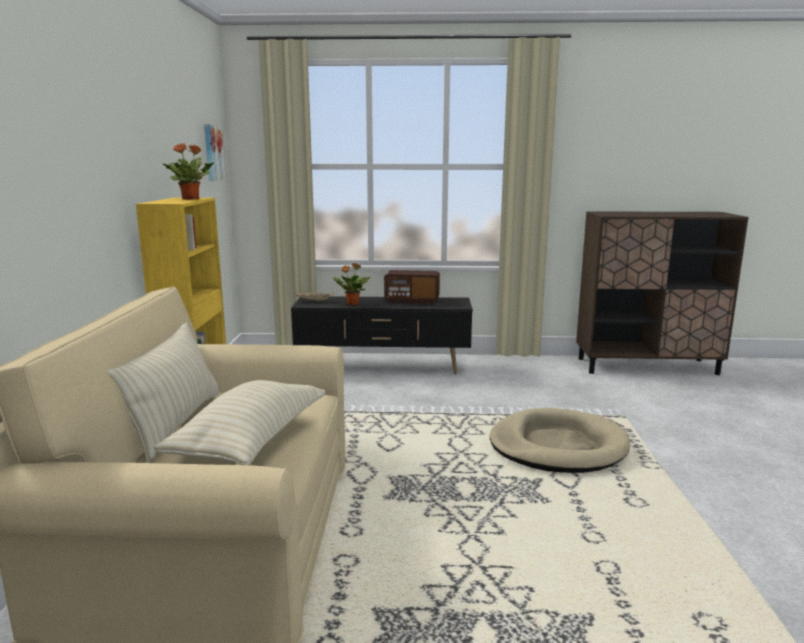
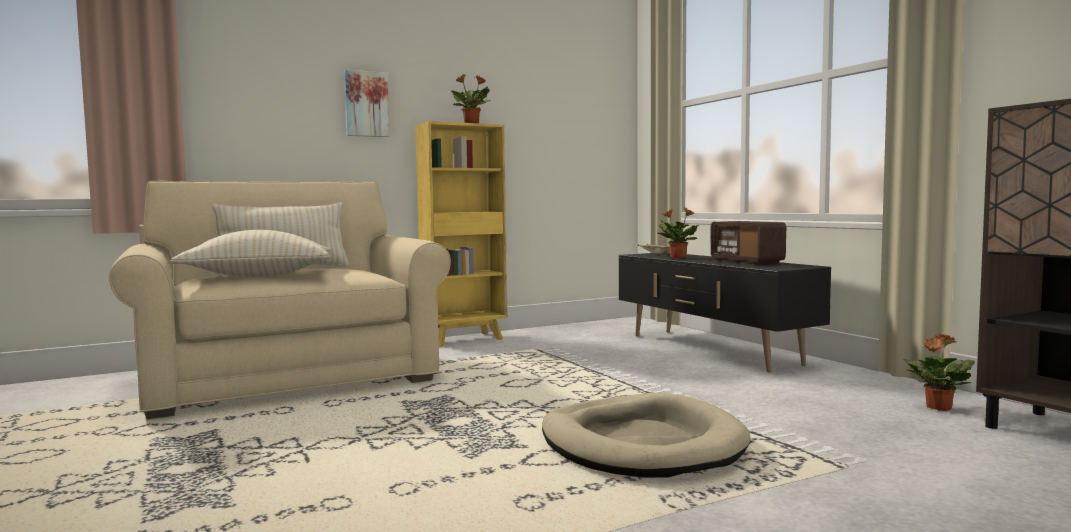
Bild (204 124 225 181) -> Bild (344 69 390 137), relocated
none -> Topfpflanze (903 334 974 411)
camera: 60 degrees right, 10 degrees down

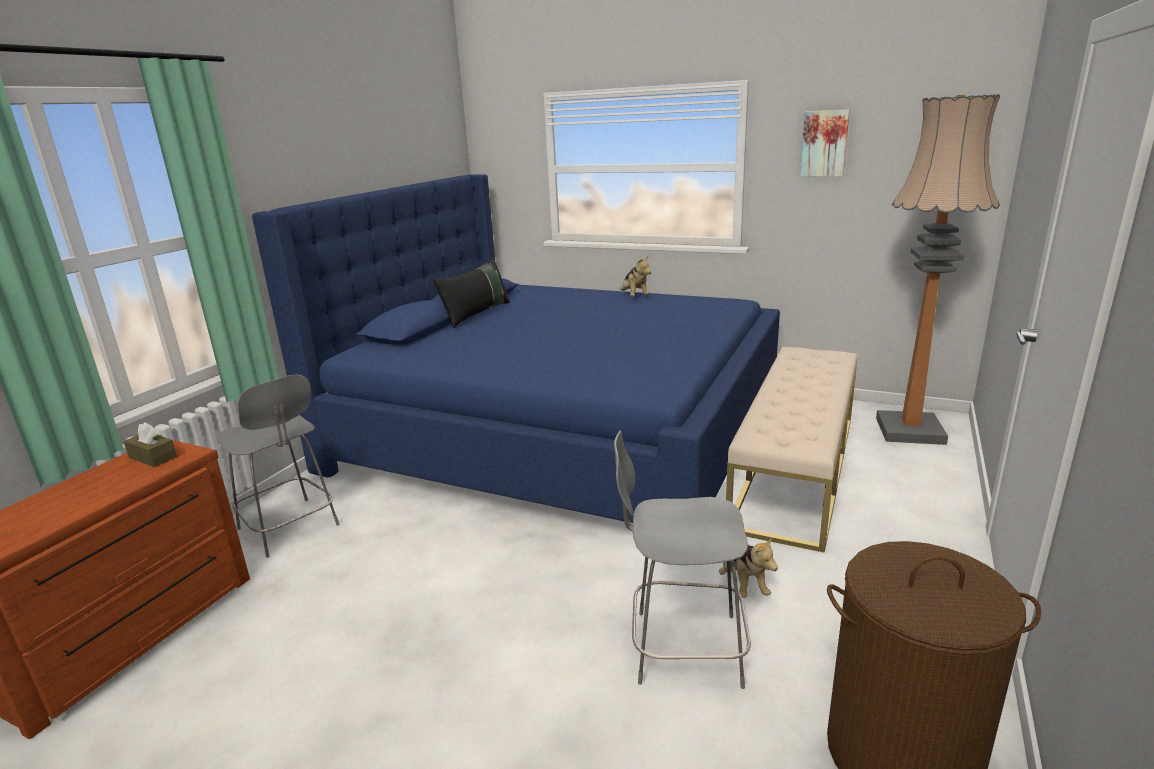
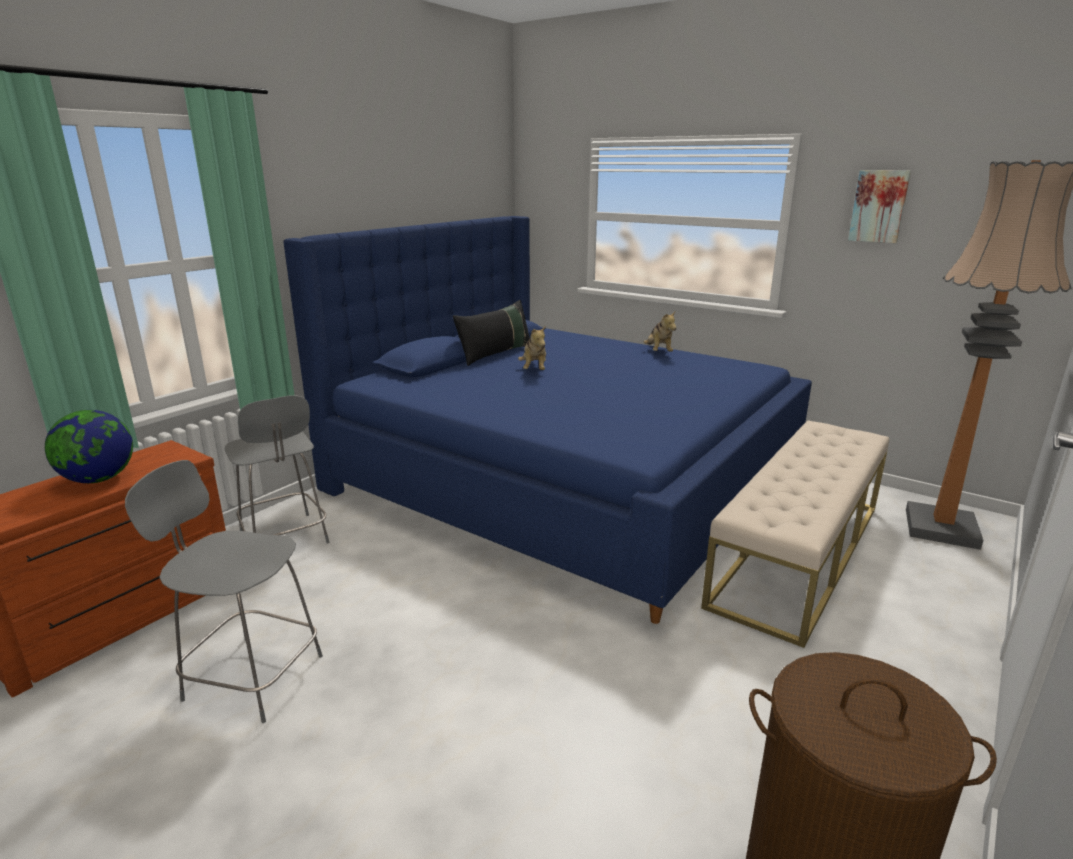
Taschentuchbox (braun) (124 422 177 467) -> none
Stuhl (grau) (614 430 751 689) -> Stuhl (grau) (125 460 323 723), relocated
Plüschtier (719 537 778 598) -> Plüschtier (518 325 546 370), relocated
none -> Globus (45 410 133 483)
camera: 10 degrees right, 0 degrees up

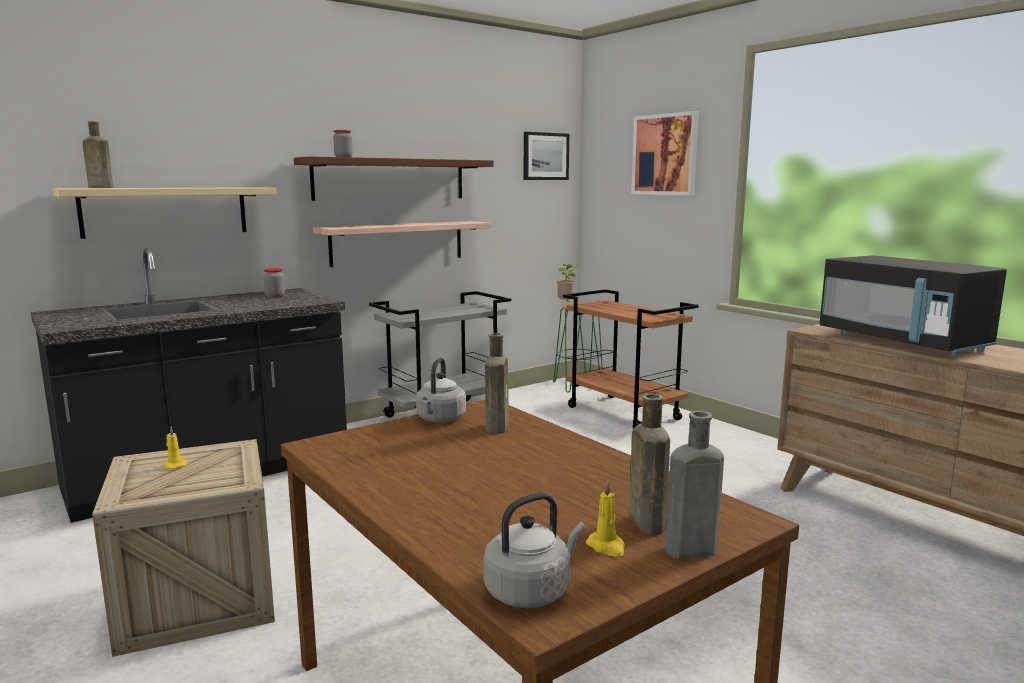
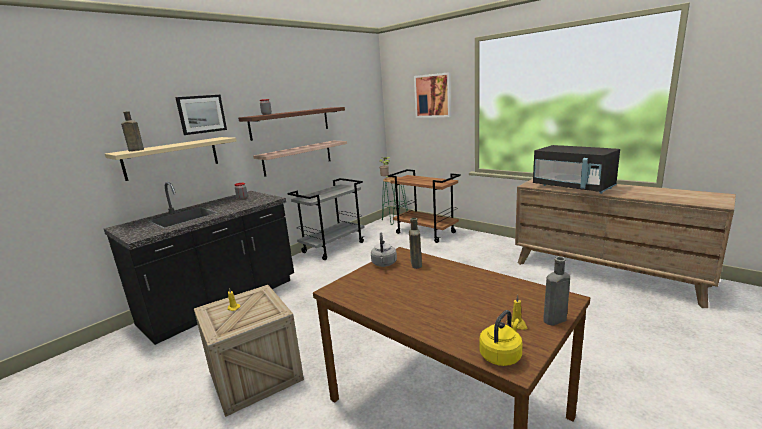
Bild (524 132 569 180) -> Bild (175 95 227 135), relocated
Flasche (braun) (630 394 670 535) -> none
Wasserkessel (grau) (483 492 585 608) -> Wasserkessel (gelb) (479 310 523 366)
camera: 10 degrees left, 5 degrees up

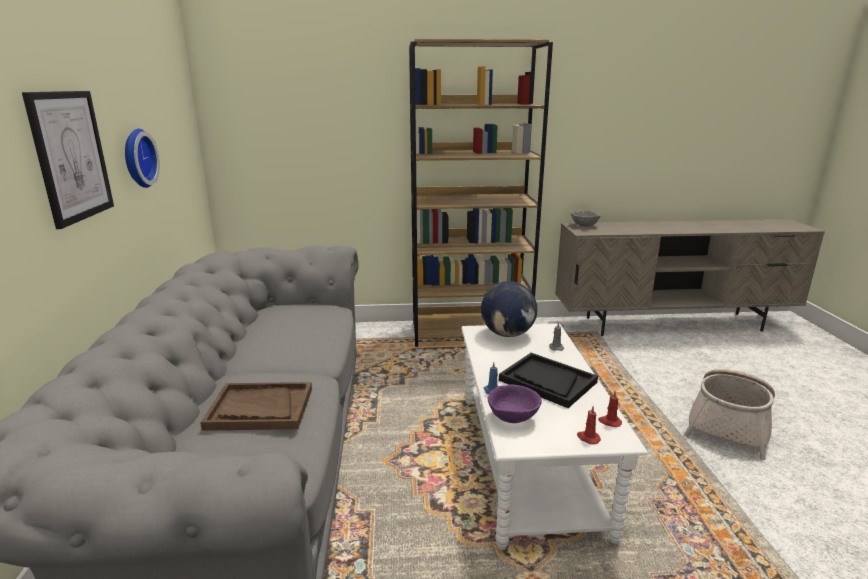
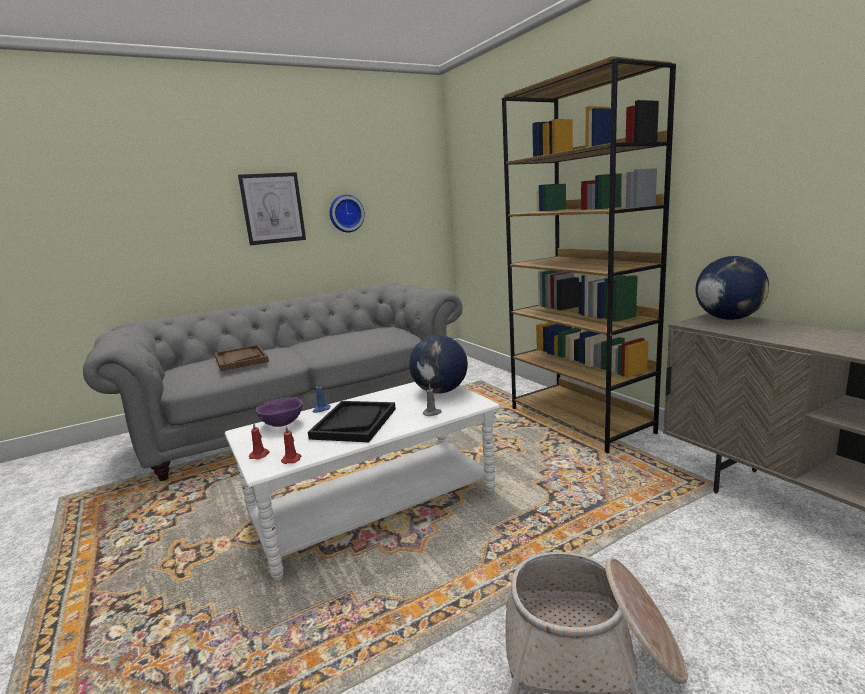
Schüssel (grau) (571 210 601 227) -> Globus (696 256 769 320)
camera: 65 degrees right, 5 degrees down

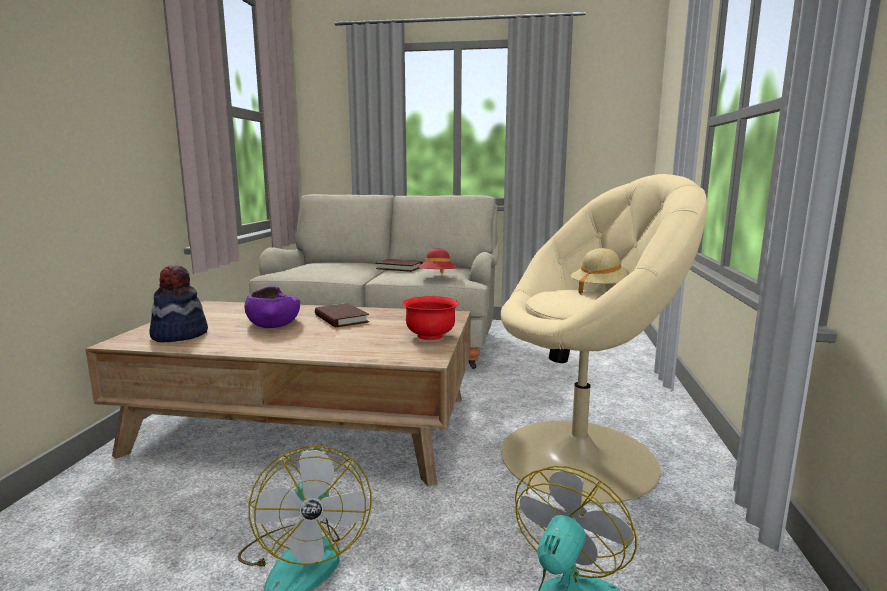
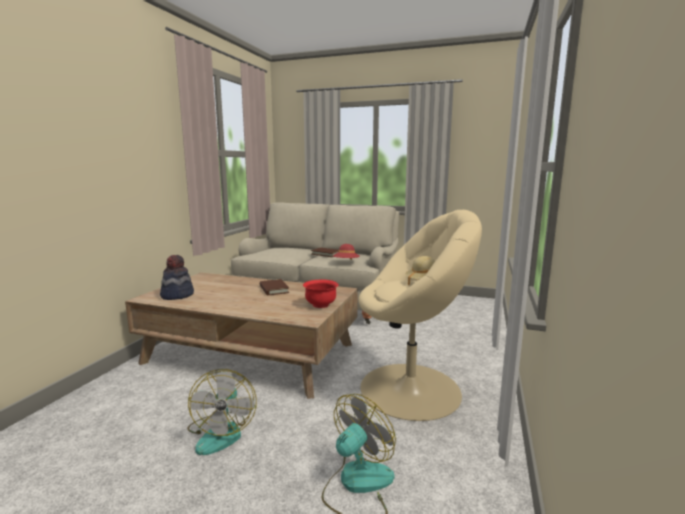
Schüssel (lila) (245 286 300 328) -> none
camera: 10 degrees right, 0 degrees up

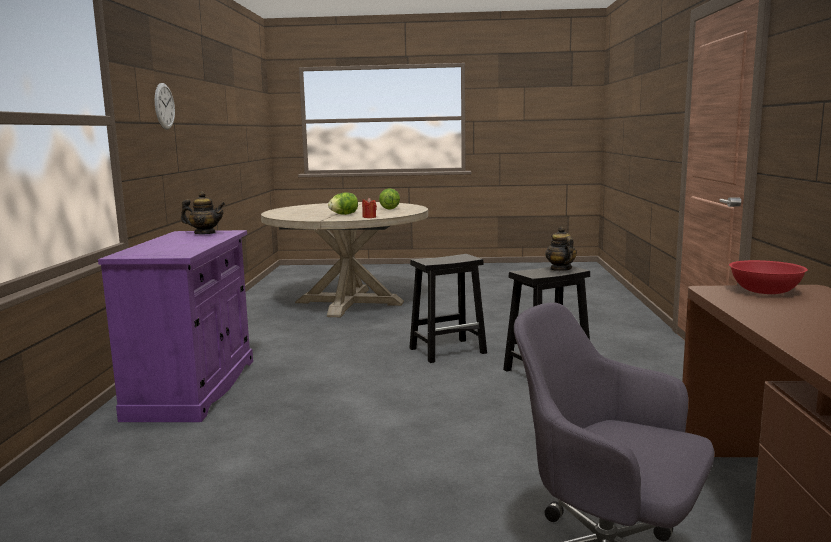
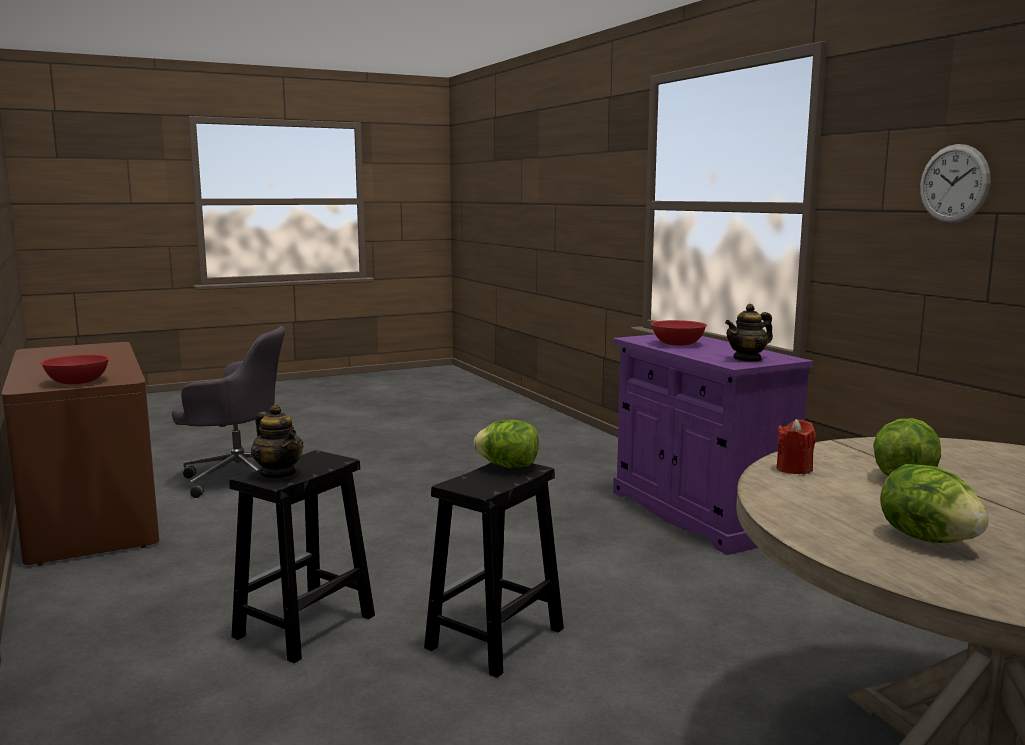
none -> Schüssel (rot) (651 320 707 346)
none -> Salatkopf (474 420 539 468)
camera: 150 degrees right, 0 degrees up

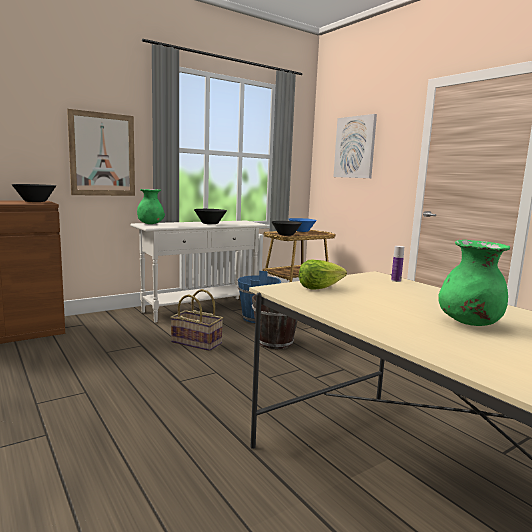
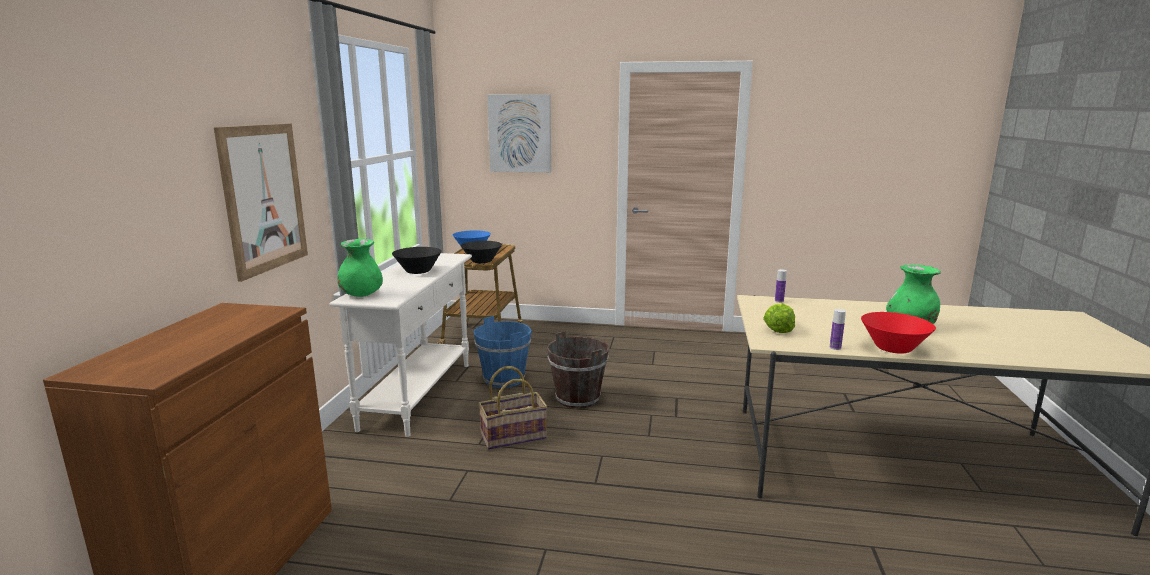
Schüssel (schwarz) (11 184 56 202) -> none
none -> Flasche (830 309 846 350)
none -> Schüssel (rot) (861 312 936 354)
camera: 45 degrees left, 5 degrees up

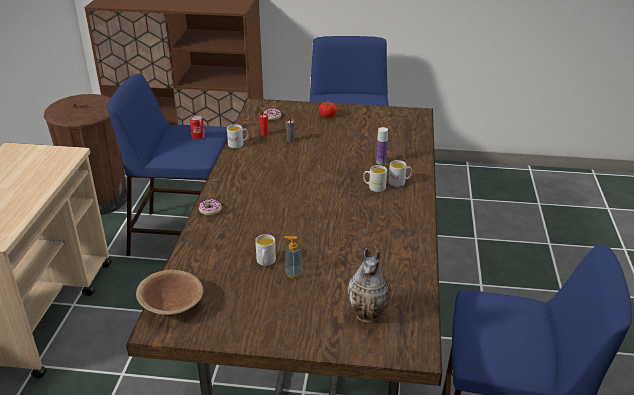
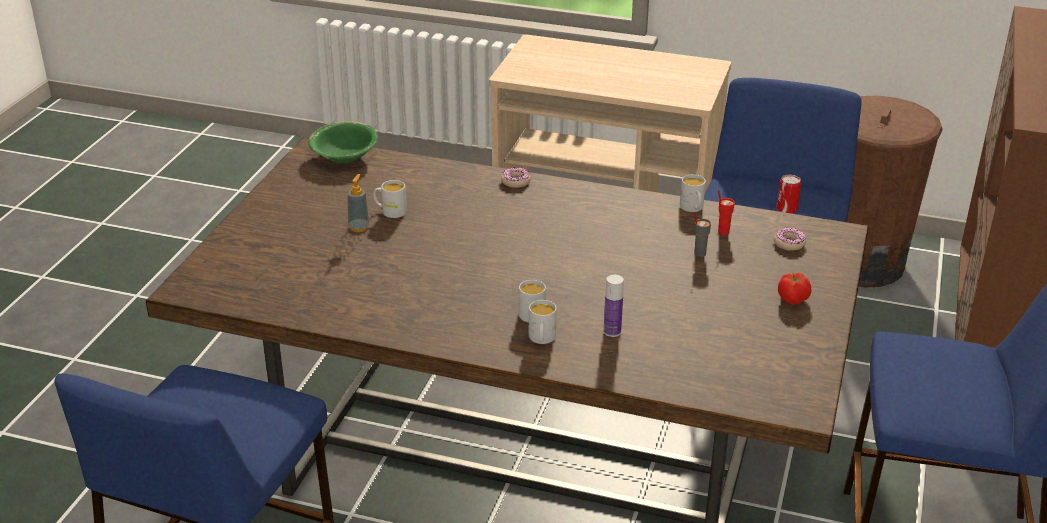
Vase (347 248 391 322) -> none
Schüssel (braun) (136 269 203 315) -> Schüssel (grün) (309 121 378 164)
camera: 100 degrees right, 0 degrees up

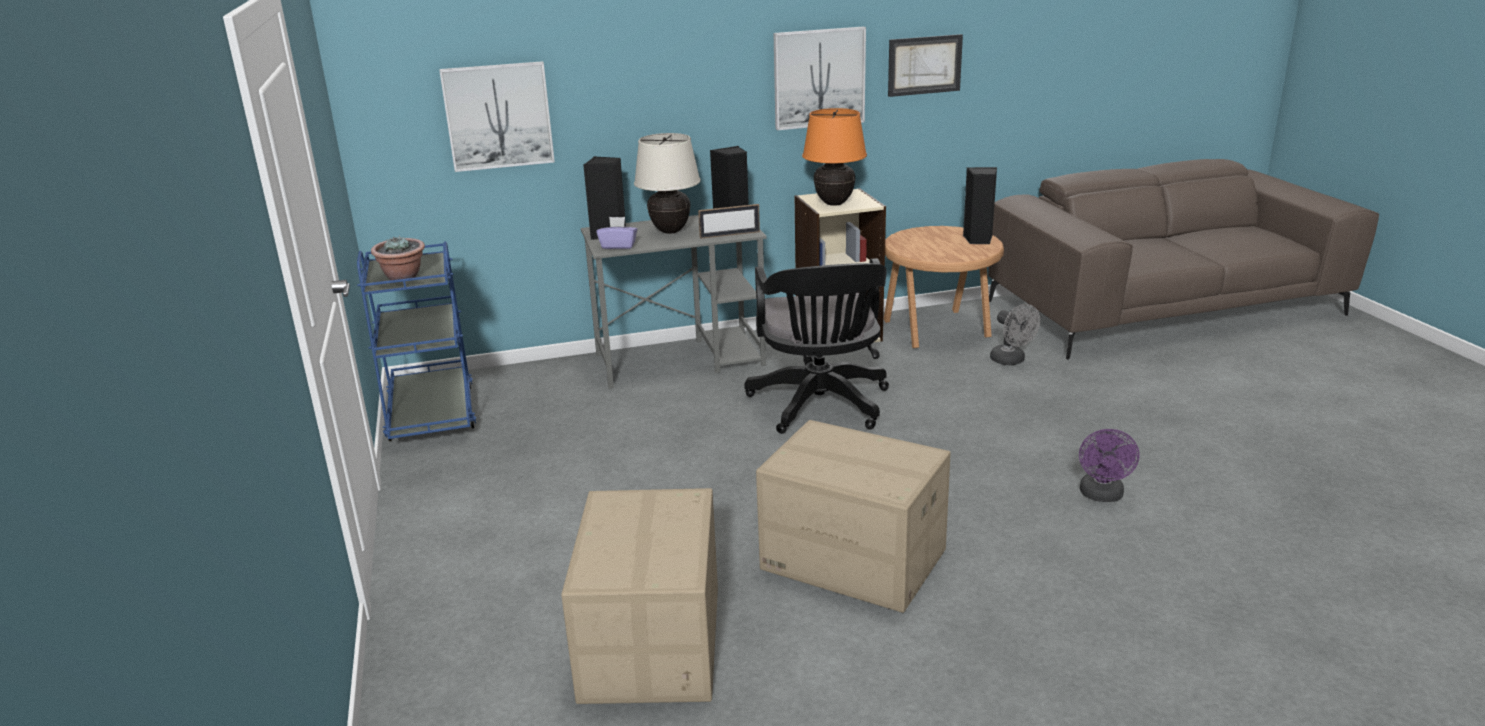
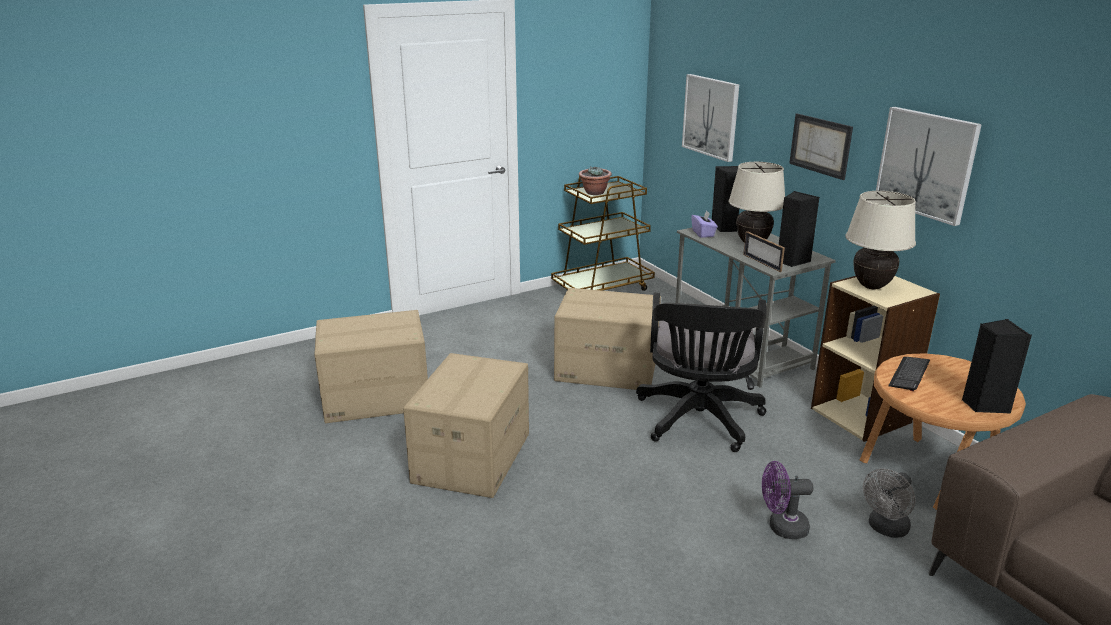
Bild (888 34 963 97) -> Bild (789 113 853 180), relocated
Tischlampe (orange) (802 108 867 206) -> Tischlampe (beige) (846 191 916 289)
Rollwagen (blau) (357 241 476 441) -> Rollwagen (braun) (551 176 655 291)
Bürostuhl (schwarz) (744 258 889 434) -> Bürostuhl (schwarz) (636 292 766 452), 60 degrees counterclockwise
Ventilator (lila) (1079 429 1140 502) -> Ventilator (lila) (762 461 813 539), relocated
none -> Karton (554 288 661 390)
none -> Tastatur (888 357 930 392)
camera: 75 degrees right, 0 degrees up

